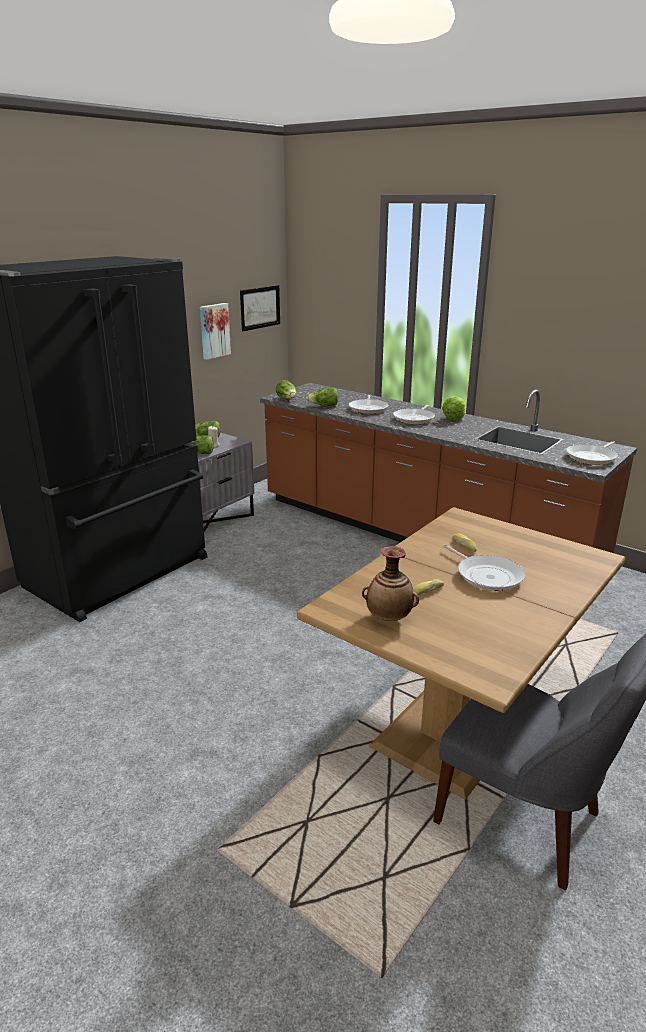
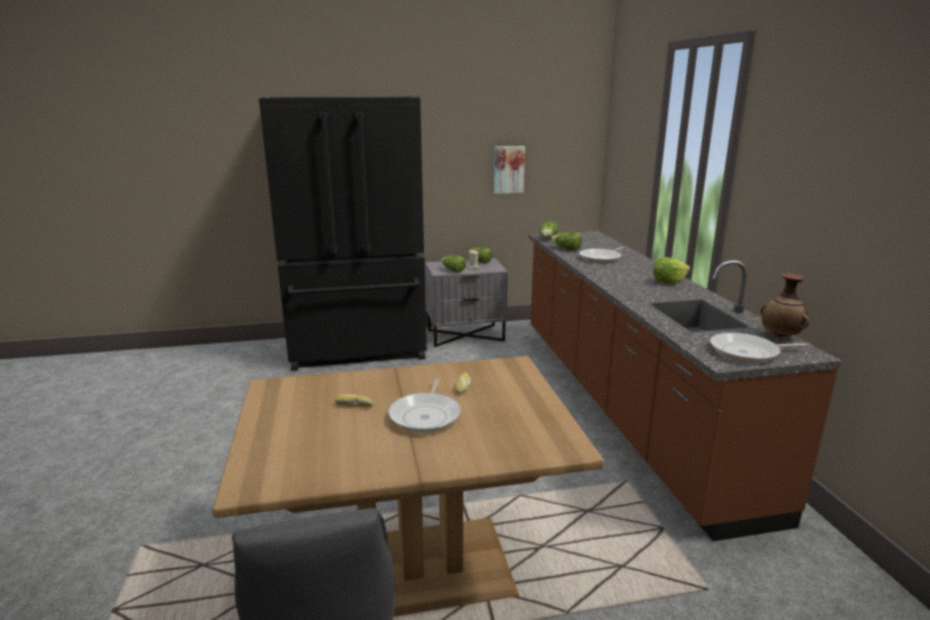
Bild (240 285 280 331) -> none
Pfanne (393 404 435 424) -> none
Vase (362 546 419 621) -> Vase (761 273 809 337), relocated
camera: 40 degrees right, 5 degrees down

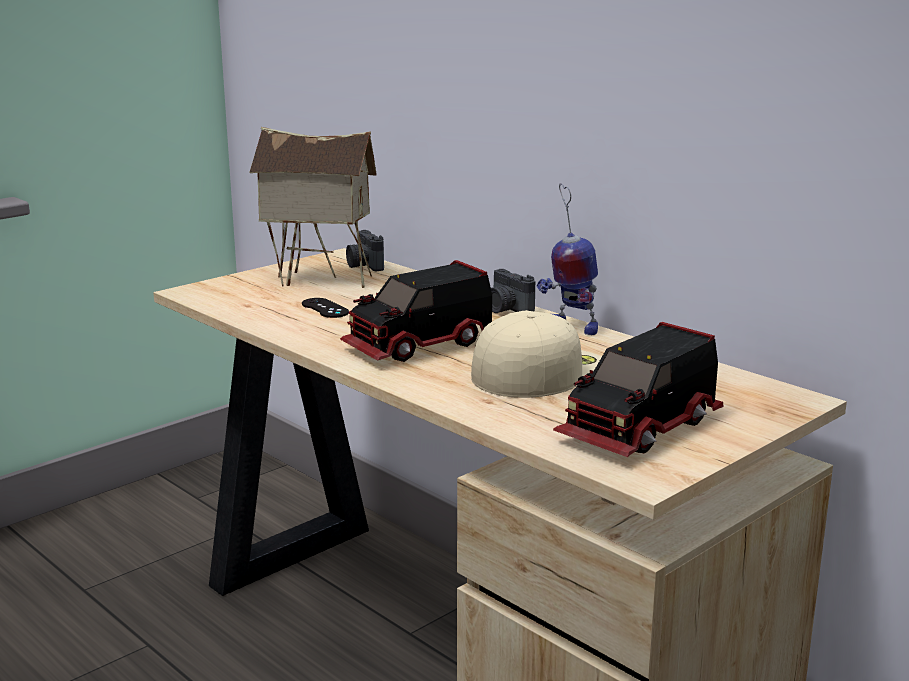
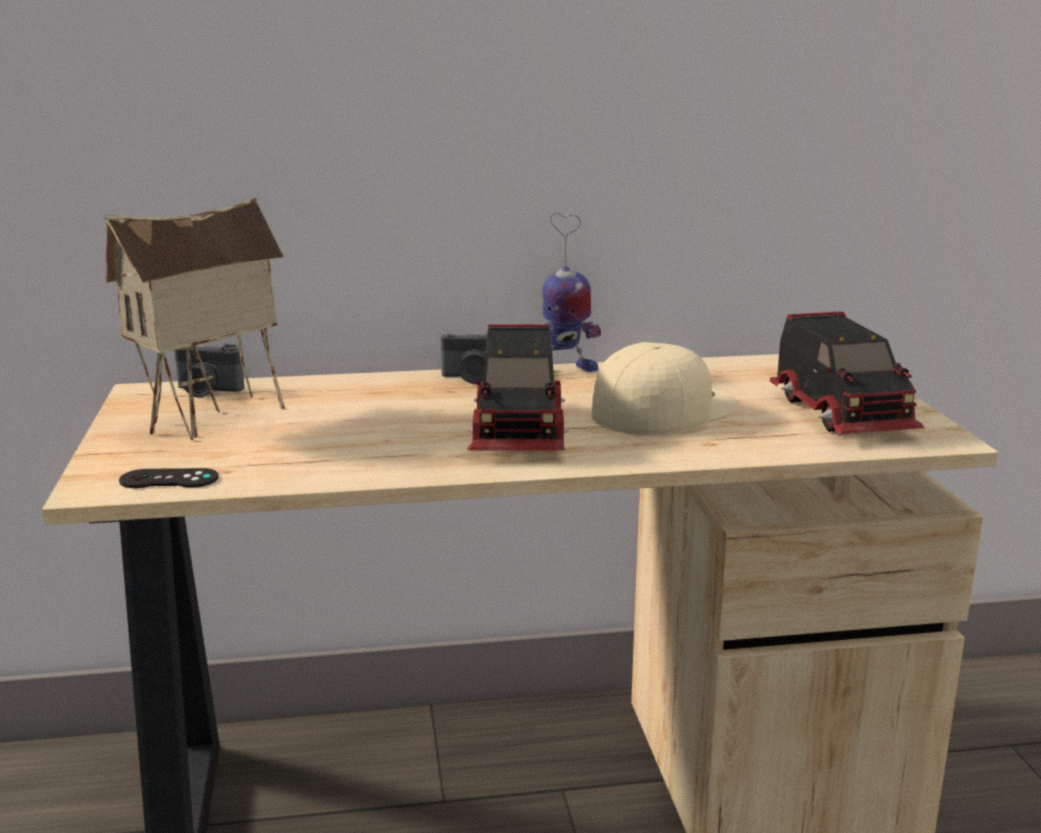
Gamepad (schwarz) (302 298 349 318) -> Gamepad (schwarz) (119 468 219 488), relocated
Kappe (beige) (471 310 602 398) -> Kappe (beige) (592 342 739 436), 45 degrees clockwise
camera: 55 degrees left, 0 degrees up

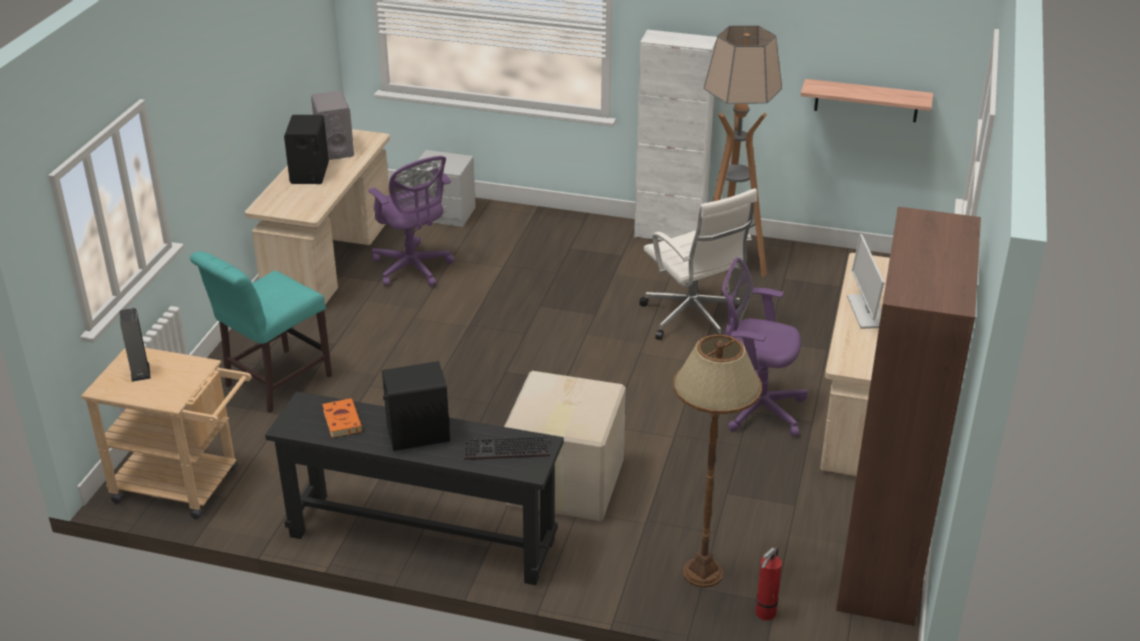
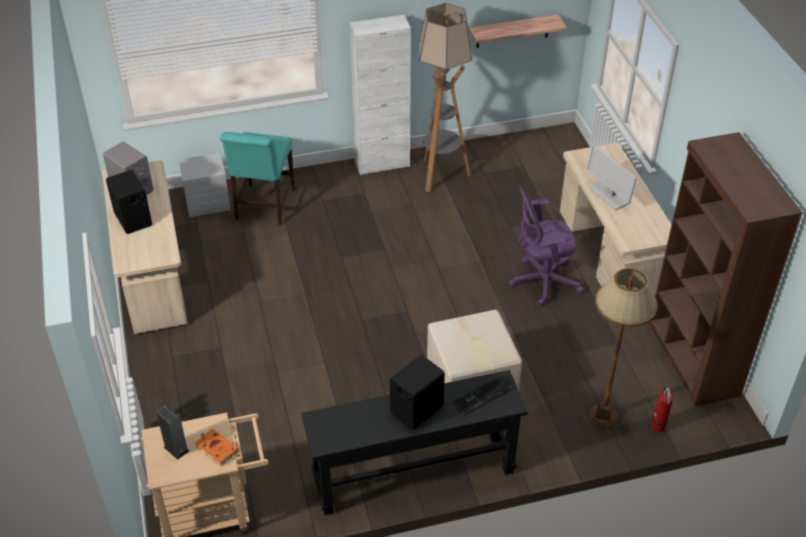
Bürostuhl (lila) (368 156 455 287) -> none
Bürostuhl (weiß) (639 189 757 340) -> none
Stuhl (türkis) (190 252 332 413) -> Stuhl (türkis) (220 132 295 225), relocated
Buch (orange) (322 398 362 438) -> Buch (orange) (195 428 239 466), relocated
camera: 30 degrees left, 10 degrees up

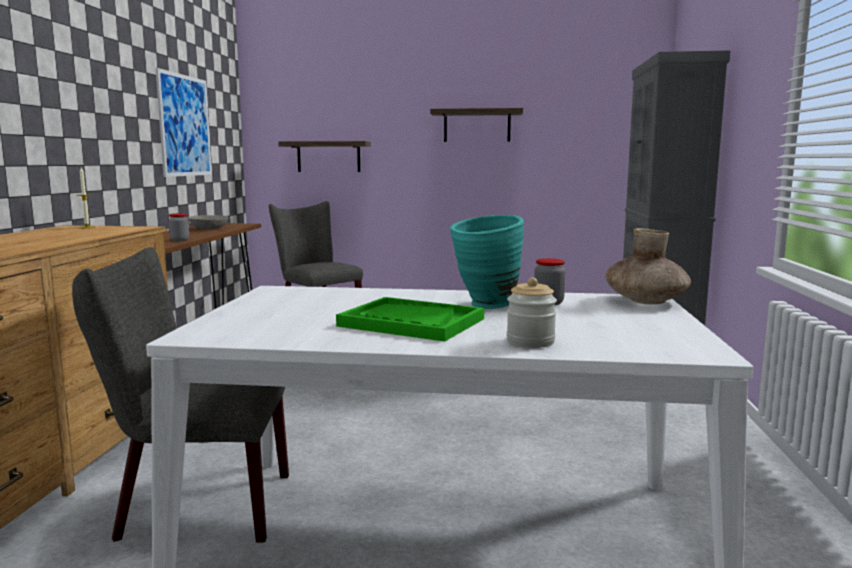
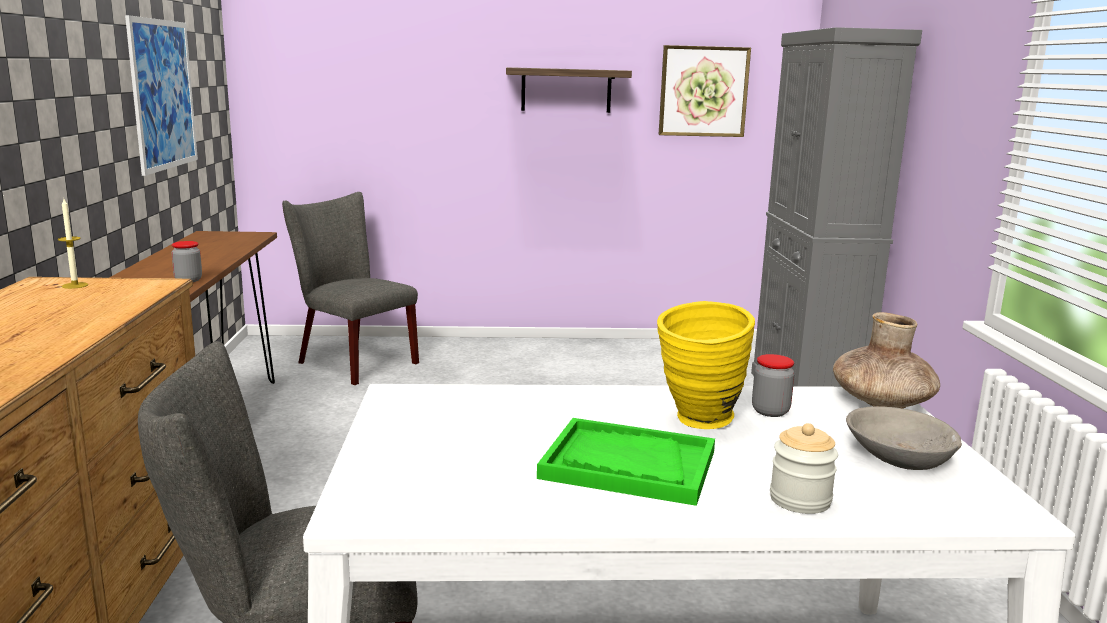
Wandregal (278 141 371 172) -> none
Schüssel (grau) (187 215 229 230) -> Schüssel (grau) (846 406 962 470), relocated
Vase (türkis) (450 215 524 309) -> Vase (gelb) (657 301 755 429)
none -> Bild (659 45 751 137)
camera: 10 degrees left, 5 degrees up

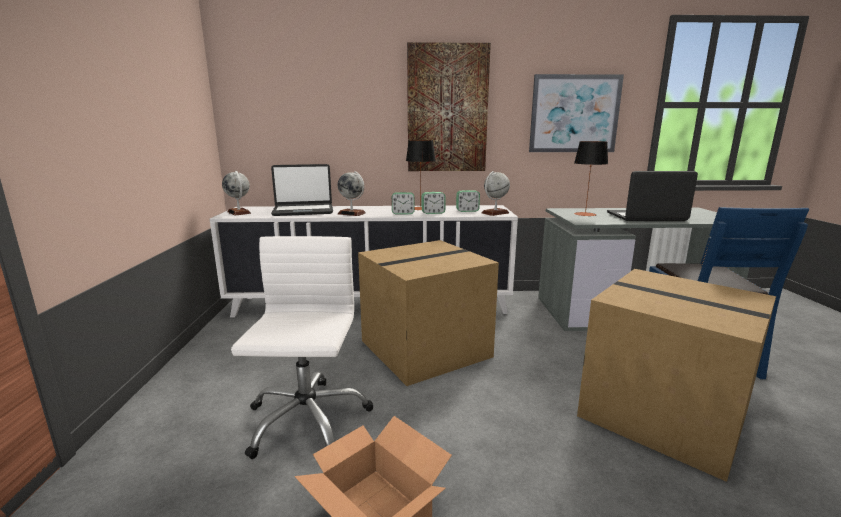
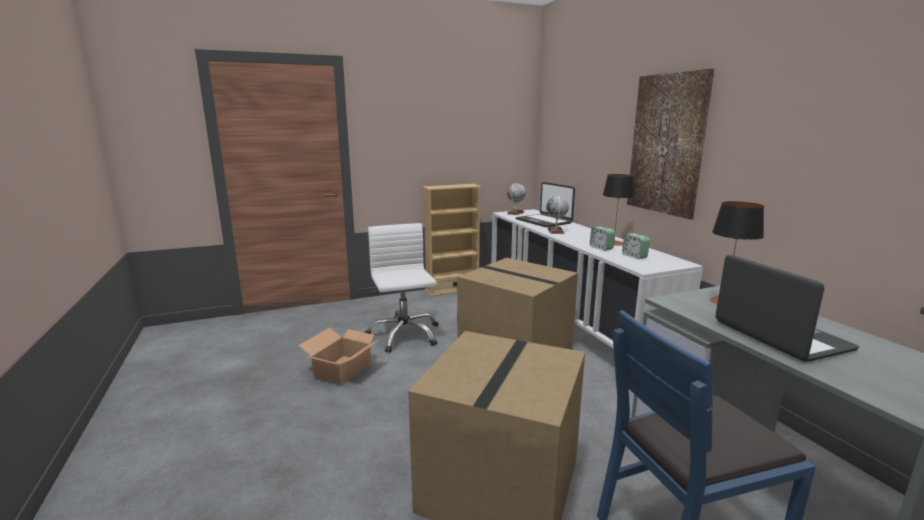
Bild (529 74 624 152) -> none
Globus (482 171 510 216) -> none
Wecker (392 192 414 214) -> none
Bürostuhl (weiß) (231 236 374 459) -> Bürostuhl (weiß) (365 223 439 353), 90 degrees counterclockwise
none -> Bücherregal (beige) (423 184 481 296)
camera: 70 degrees right, 0 degrees up

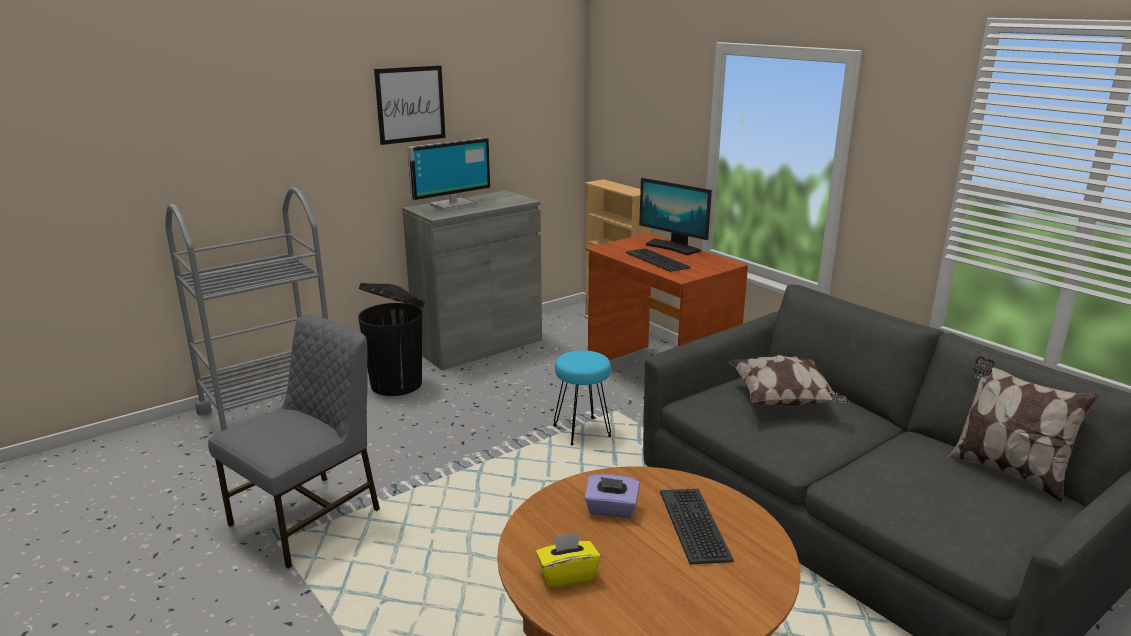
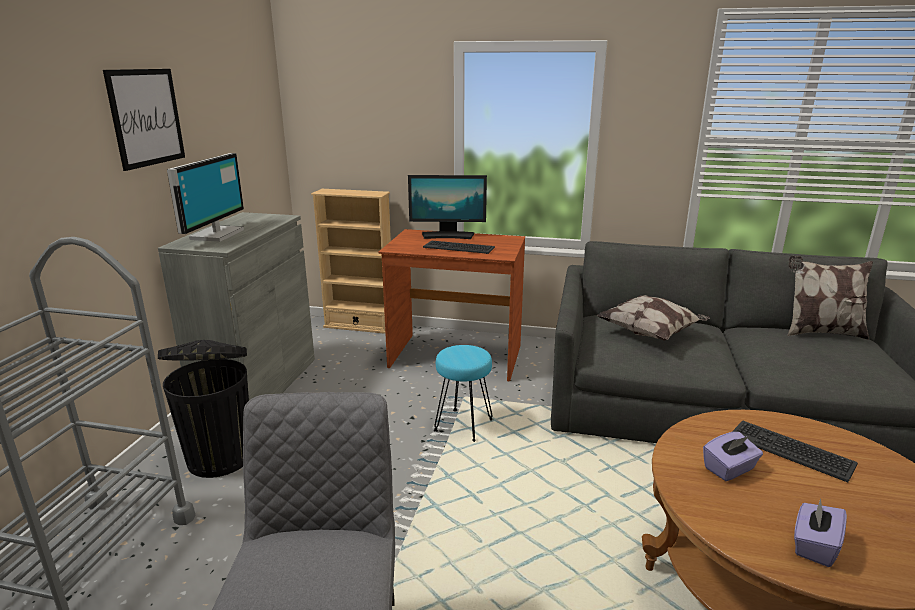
Taschentuchbox (gelb) (536 532 601 588) -> Taschentuchbox (lila) (794 498 847 567)
camera: 40 degrees left, 0 degrees up

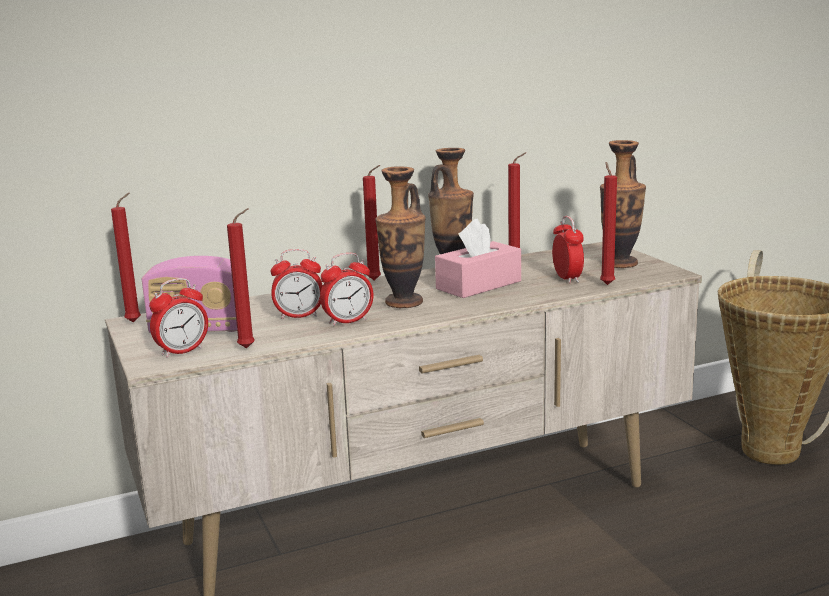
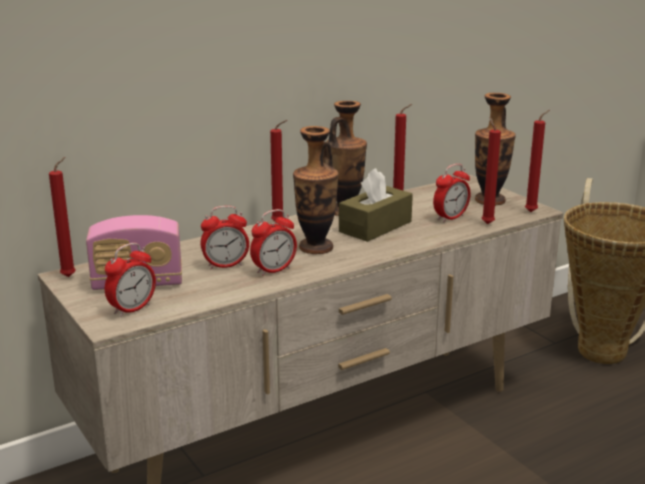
Kerze (rot) (227 208 255 348) -> Kerze (rot) (525 110 550 212), relocated
Wecker (552 216 584 284) -> Wecker (433 164 471 222), 75 degrees clockwise
Taschentuchbox (rosa) (435 219 521 298) -> Taschentuchbox (braun) (339 168 413 242)
camera: 10 degrees left, 5 degrees up

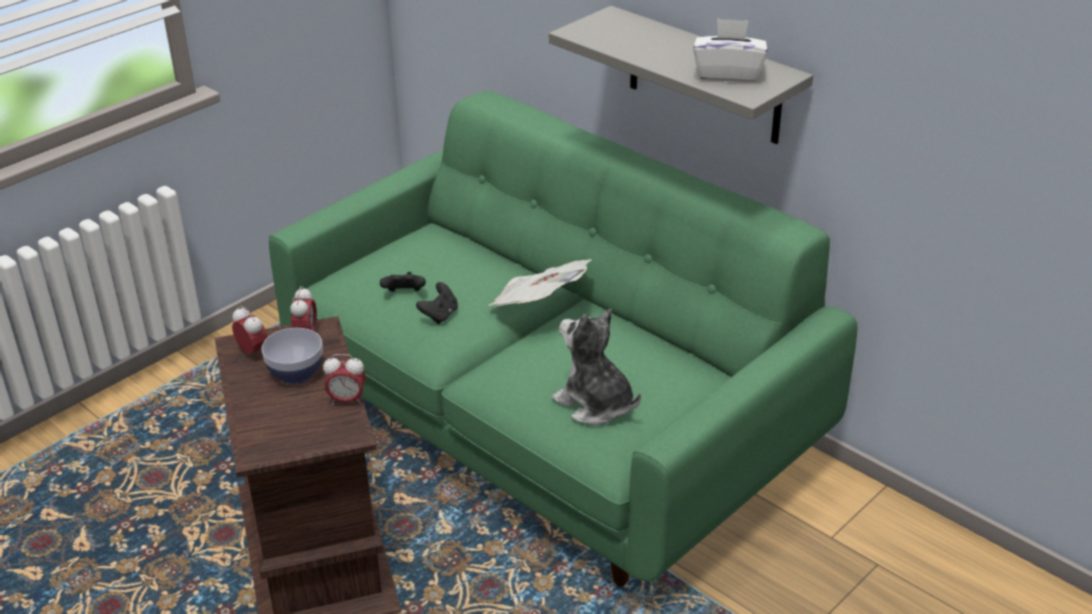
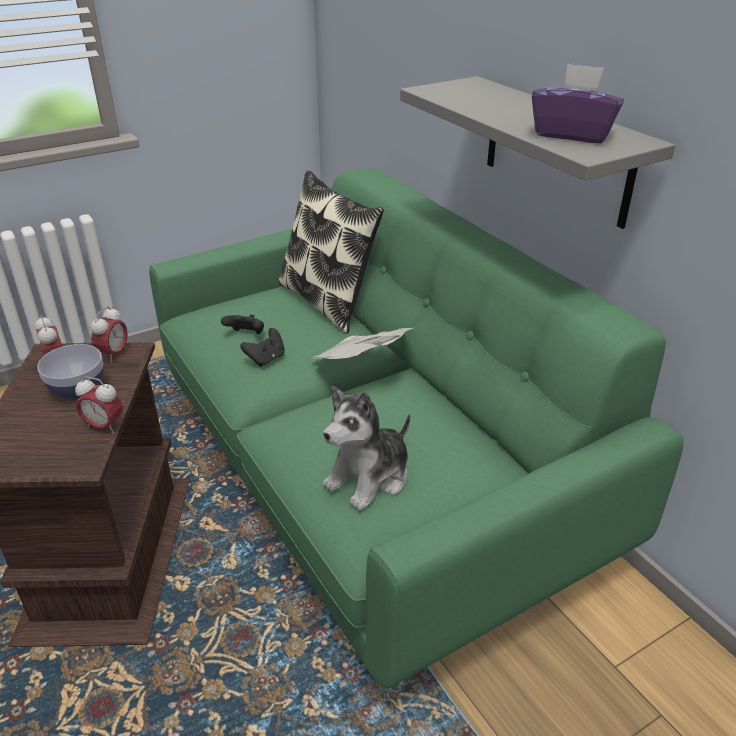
Taschentuchbox (weiß) (693 18 767 82) -> Taschentuchbox (lila) (532 63 624 143)
Plüschtier (552 309 641 425) -> Plüschtier (323 386 410 511), 105 degrees counterclockwise
none -> Kissen (278 170 384 333)
camera: 15 degrees right, 0 degrees up

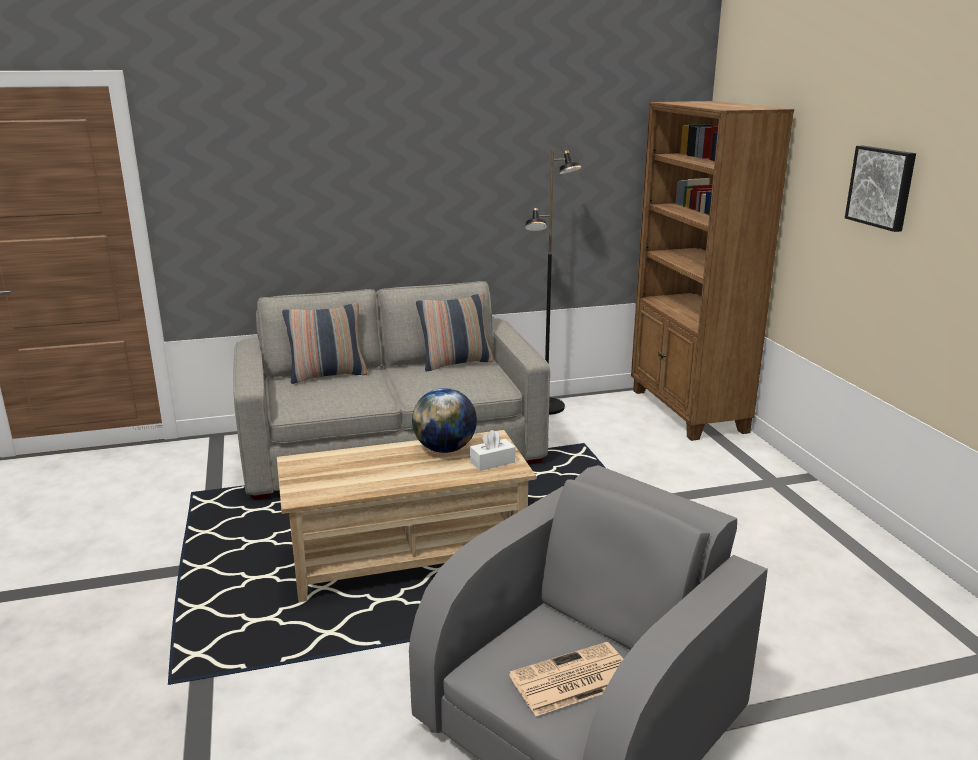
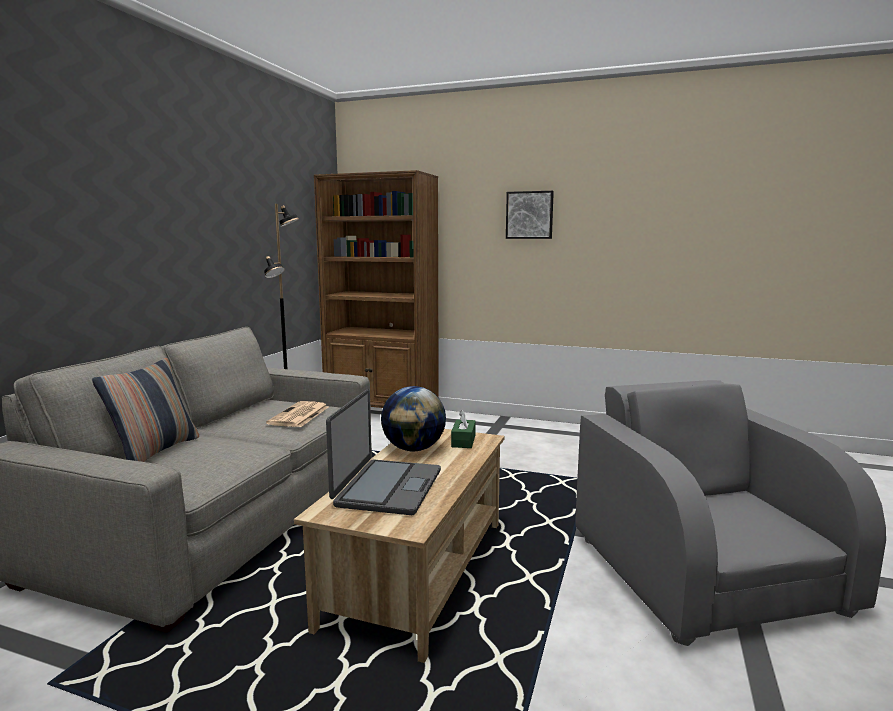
Kissen (416 293 494 371) -> none
Taschentuchbox (weiß) (470 430 516 471) -> Taschentuchbox (grün) (451 410 476 448)
Zeitung (509 642 623 716) -> Zeitung (266 401 328 427), relocated
none -> Laptop (326 389 441 515)
camera: 55 degrees left, 10 degrees down

